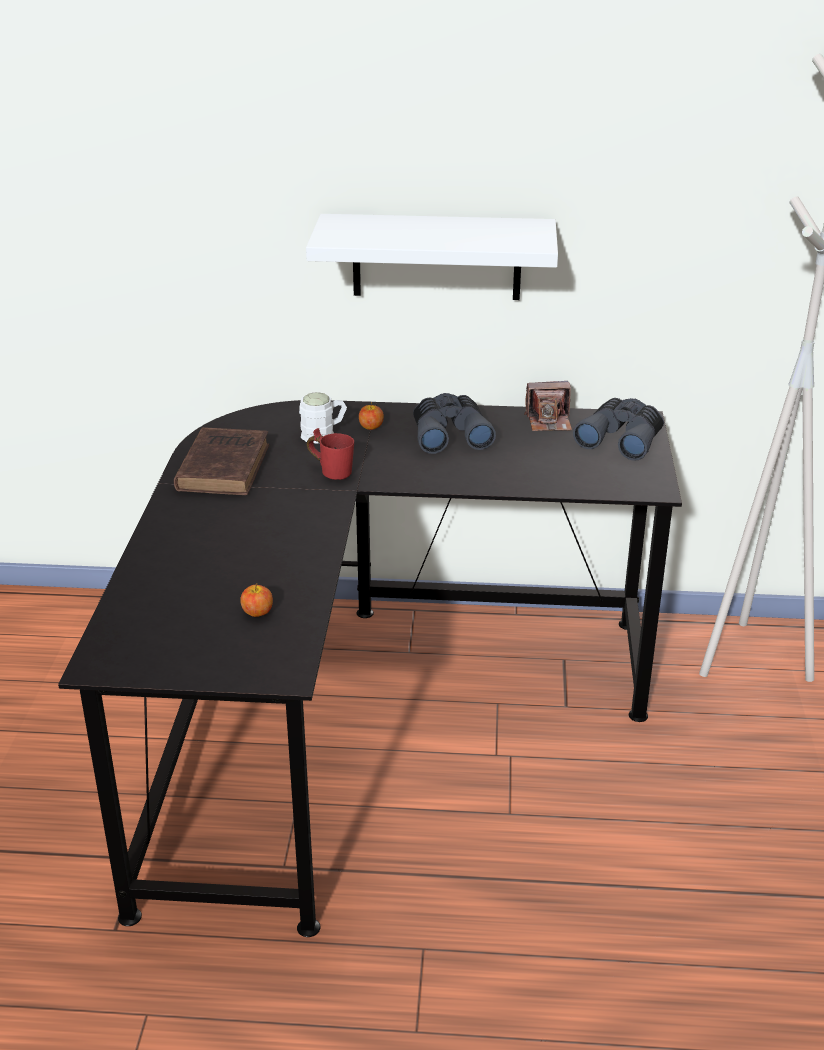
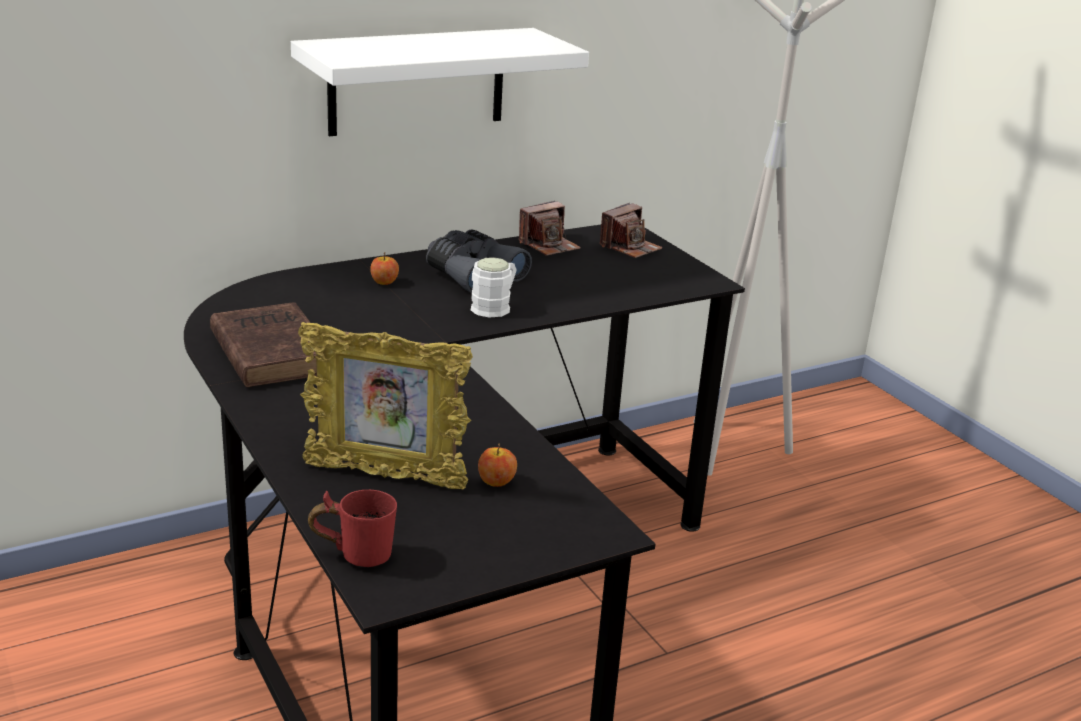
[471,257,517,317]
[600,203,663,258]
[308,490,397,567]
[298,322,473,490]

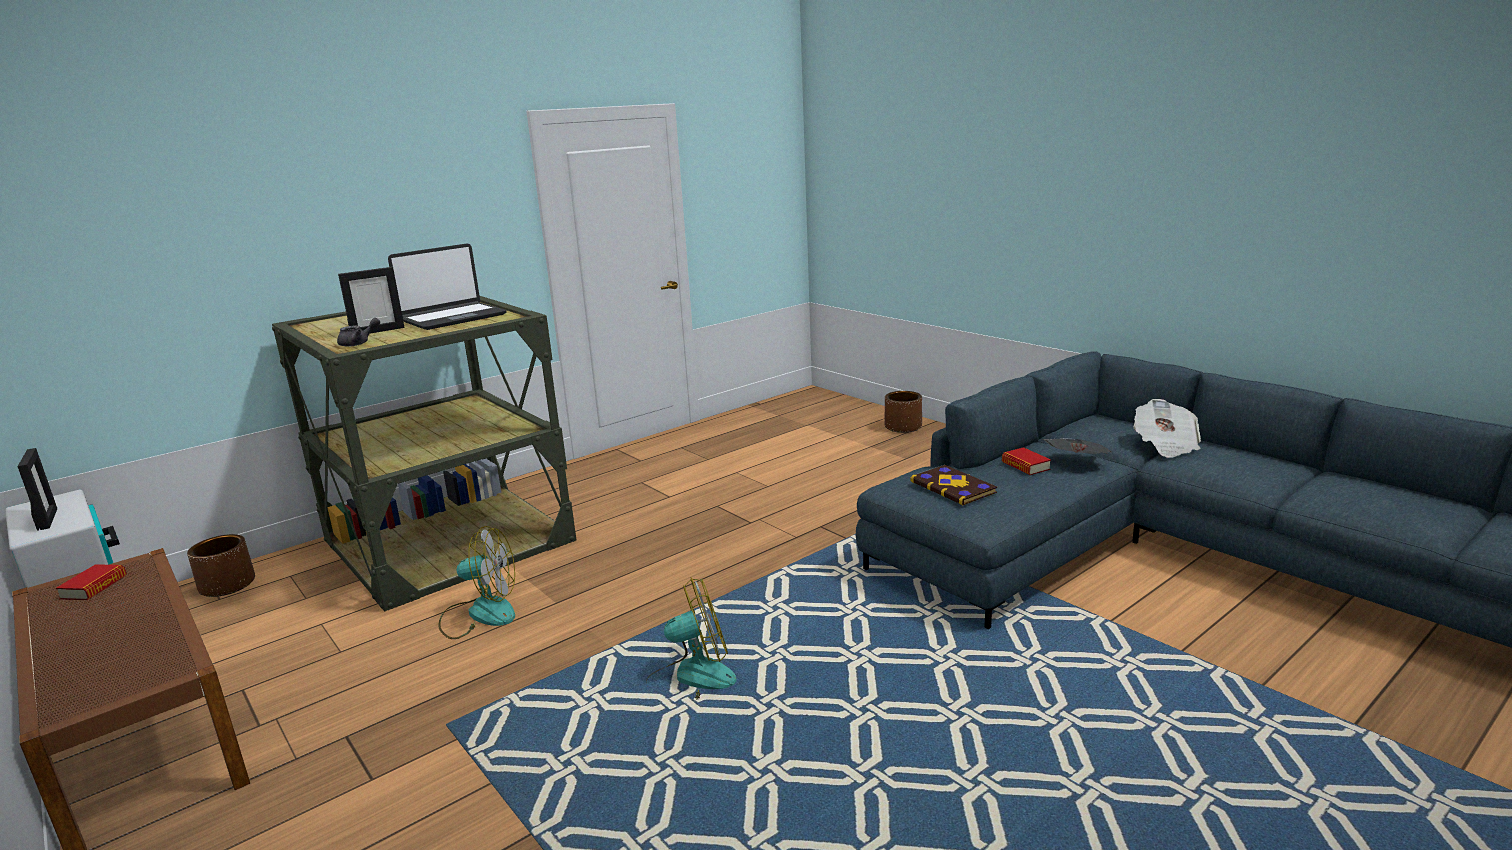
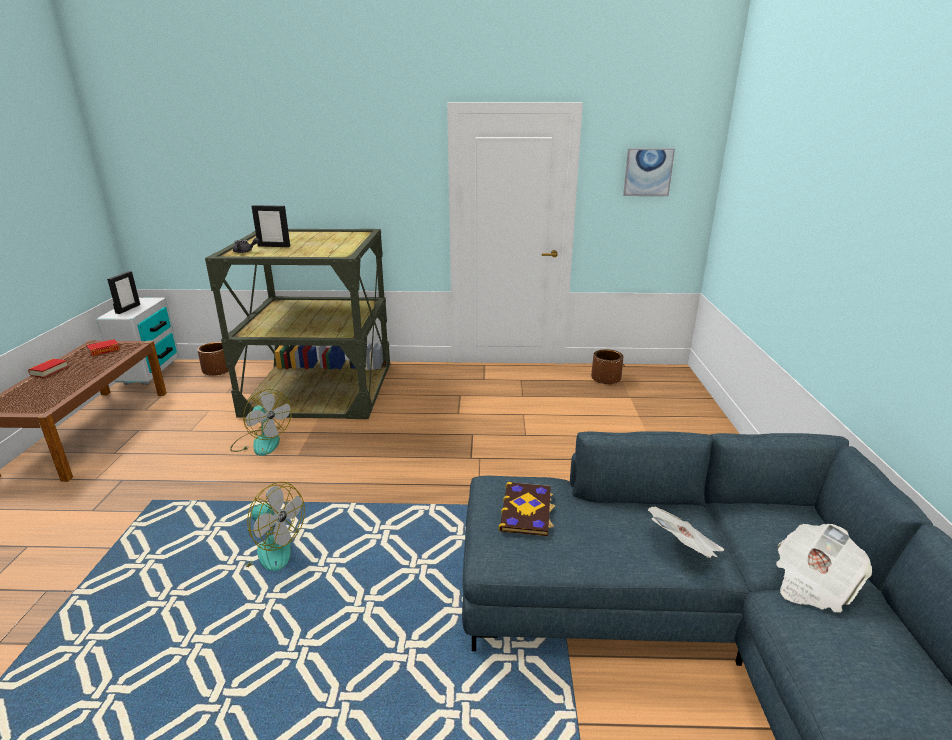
[388,243,507,330] (first image)
[591,349,624,384]
[28,359,69,378]
[623,148,675,196]

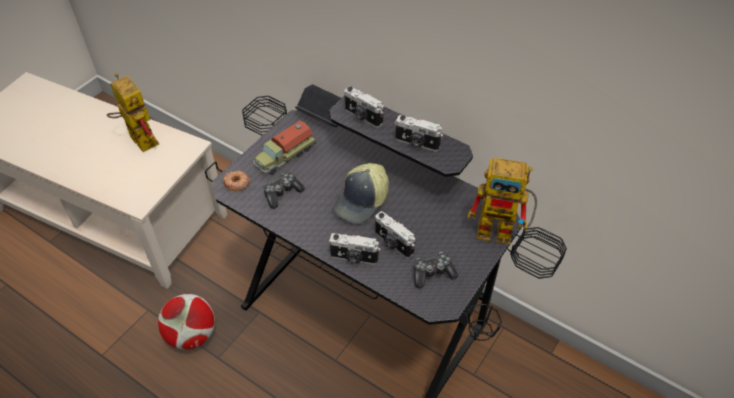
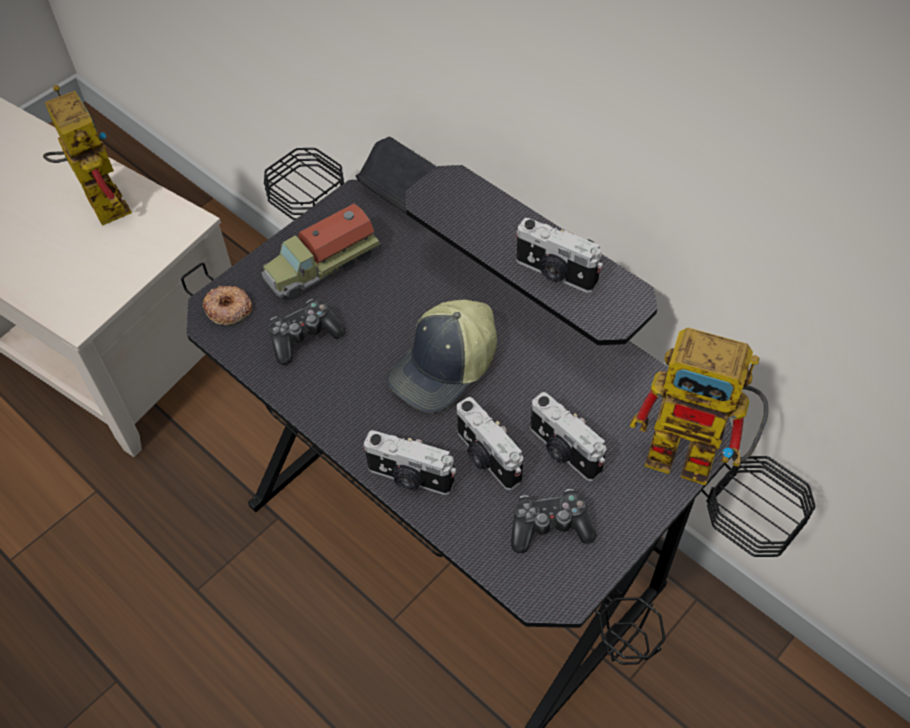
[530,392,607,481]
[158,294,215,350] (first image)

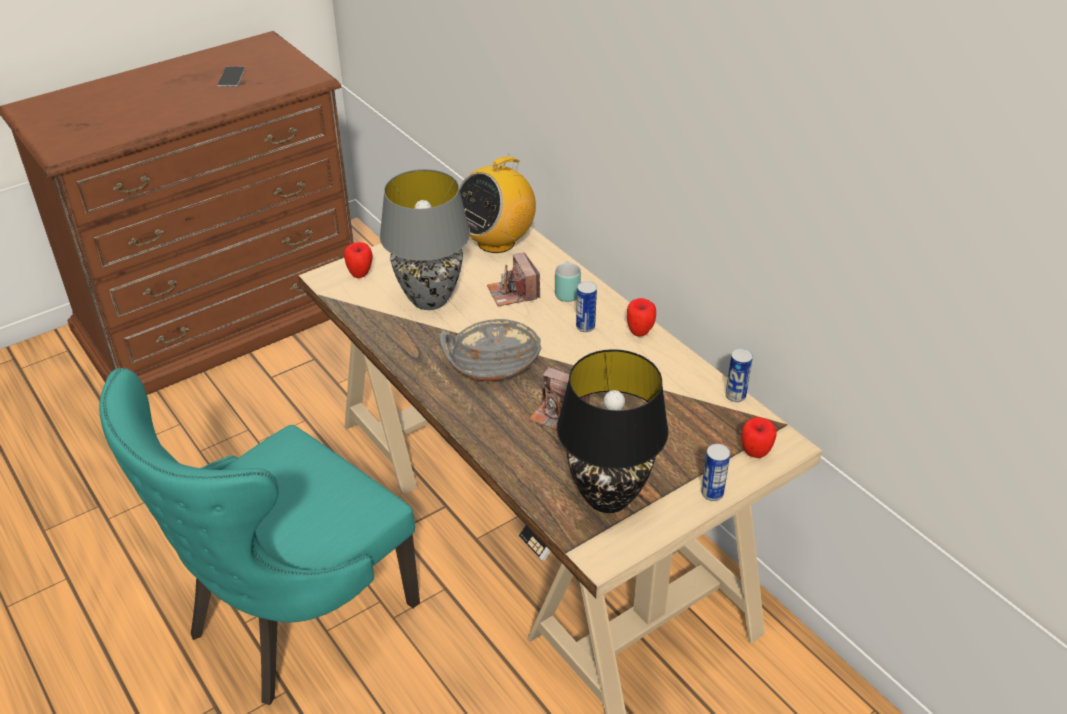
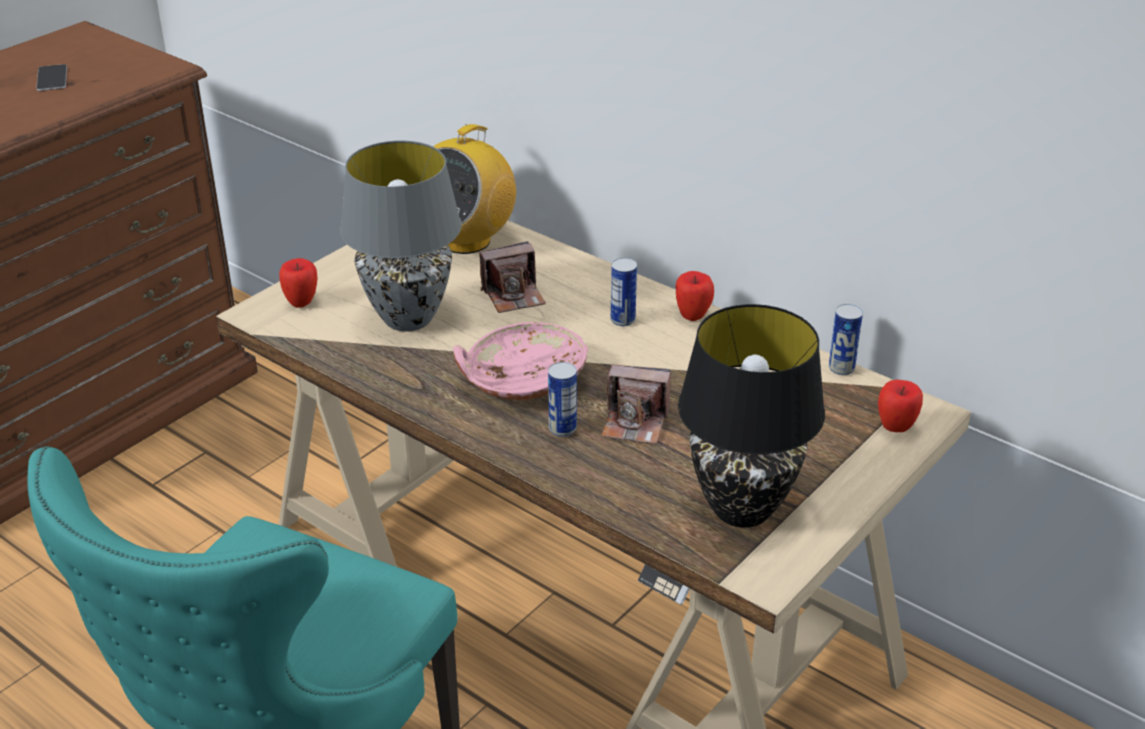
[479,241,546,313]
[555,262,581,302] (first image)
[453,322,588,400]
[548,362,577,437]

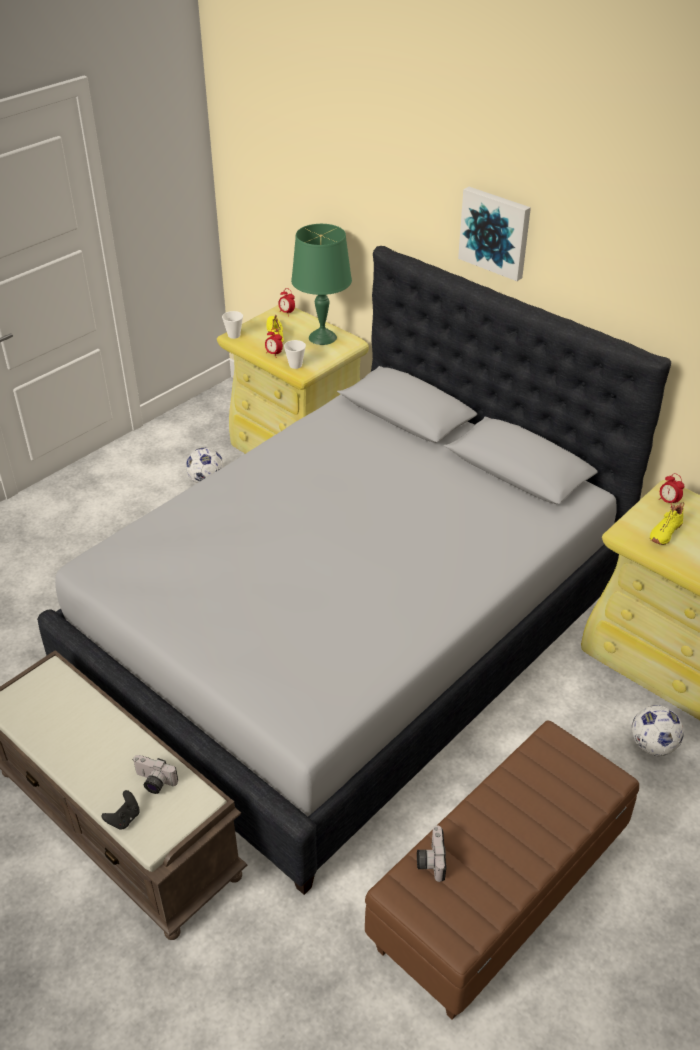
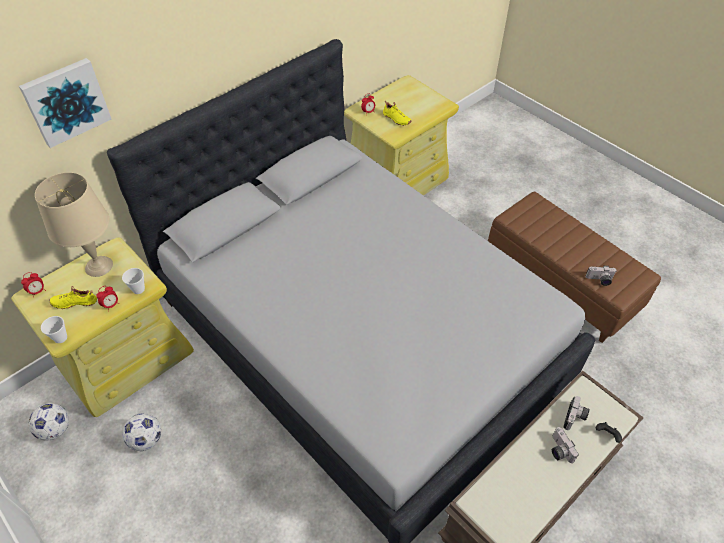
[19,58,112,148]
[35,172,113,277]
[29,403,69,440]
[552,427,579,463]

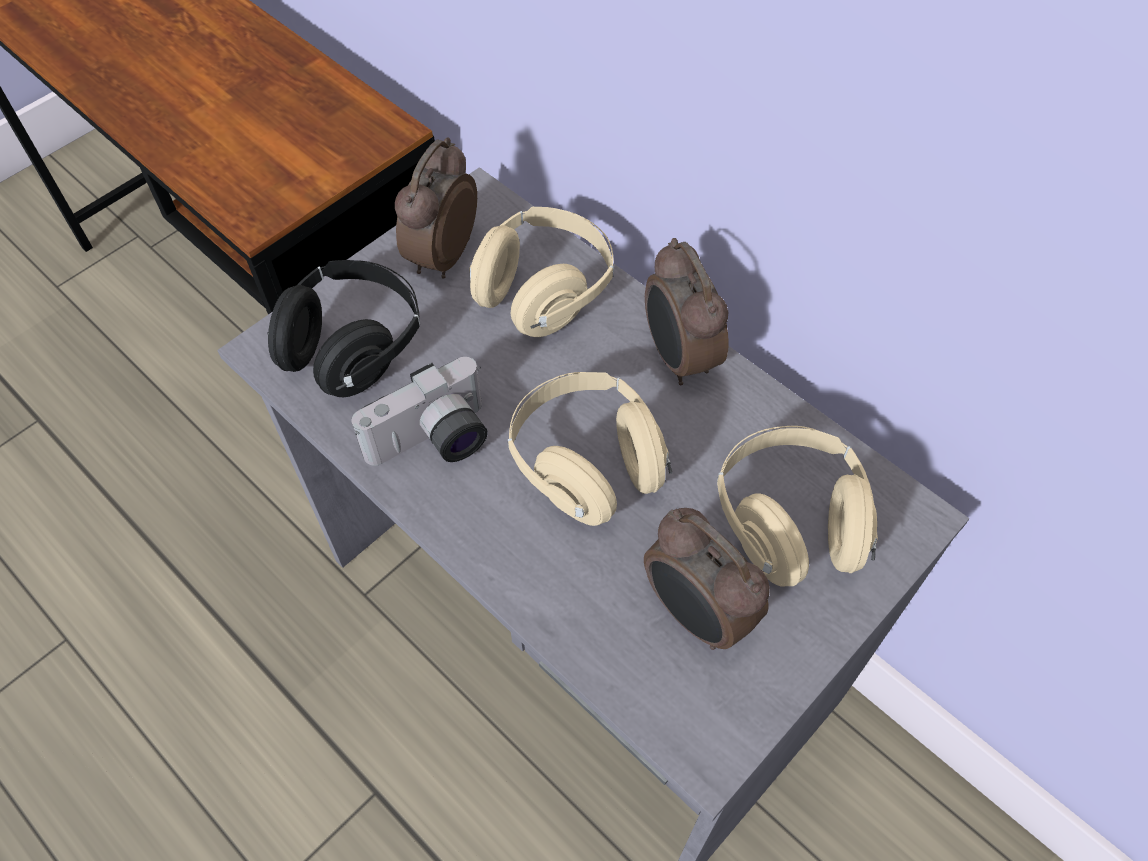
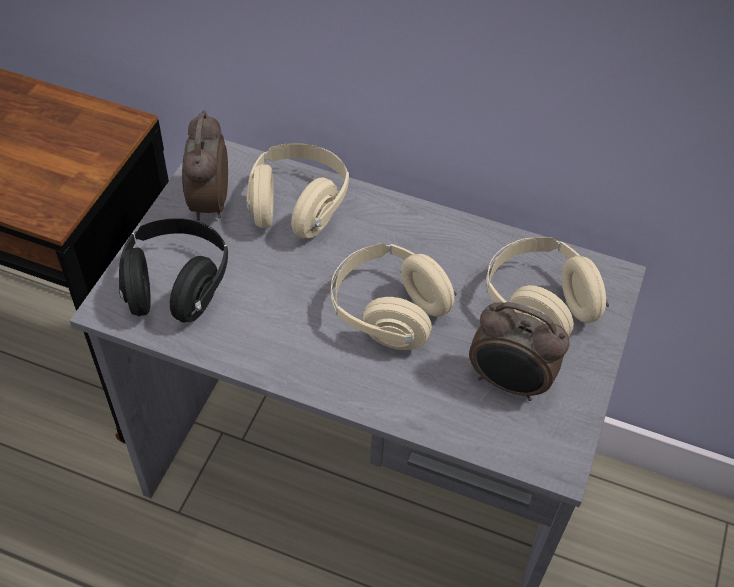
[645,238,729,385] (first image)
[351,357,488,466] (first image)

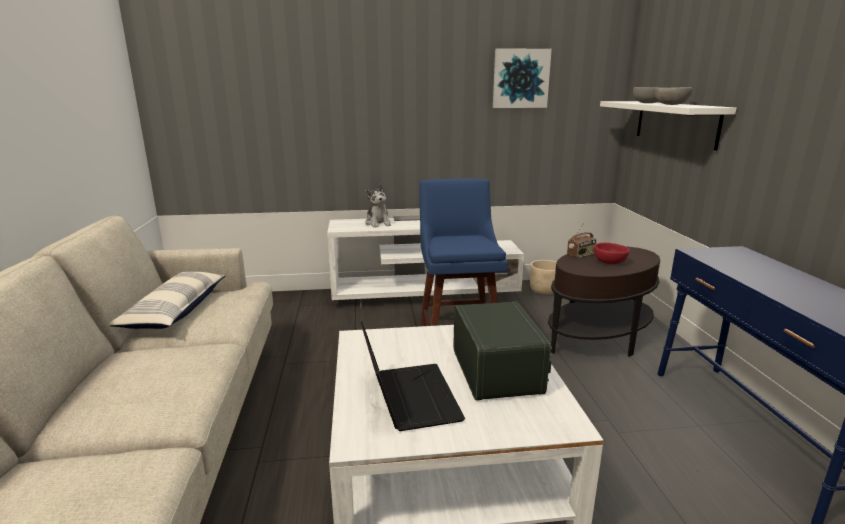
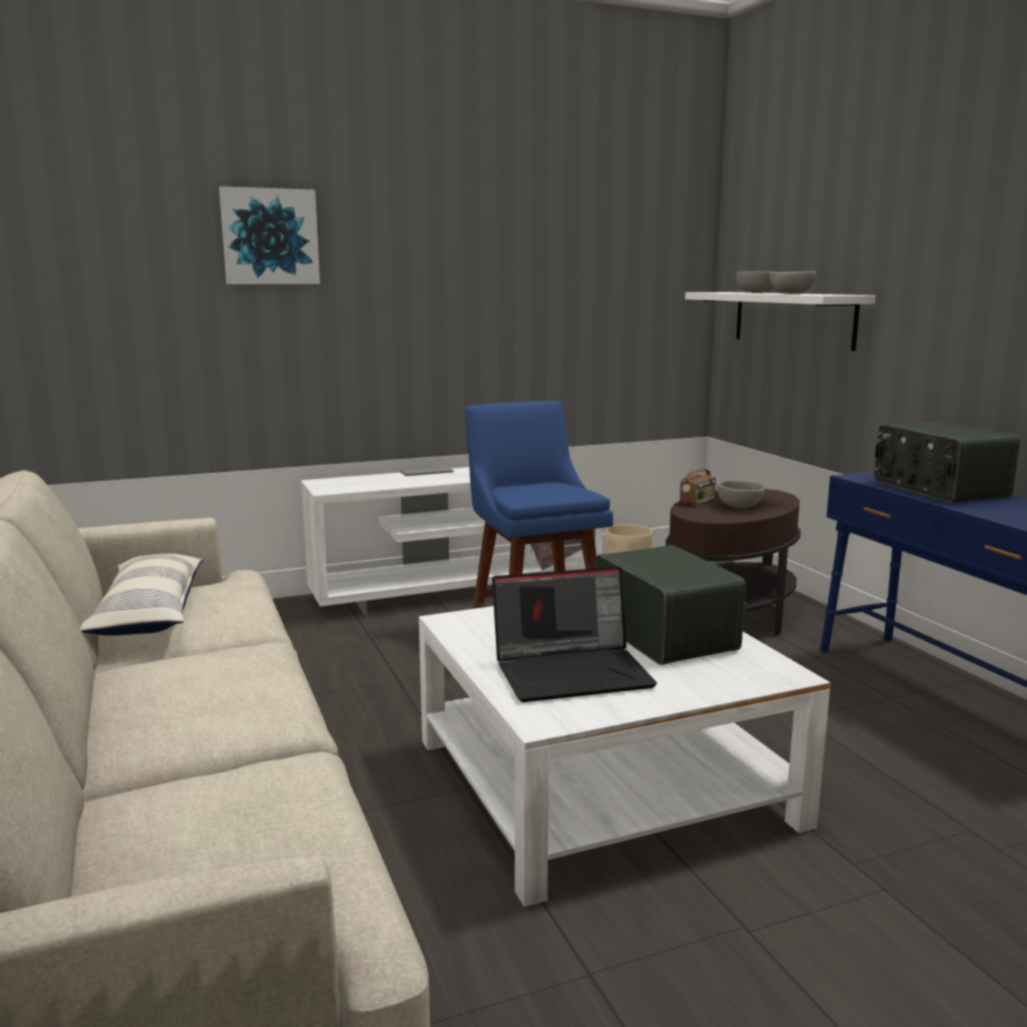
[219,186,320,284]
[365,184,391,228] (first image)
[717,481,765,508]
[492,567,657,702]
[874,420,1020,503]

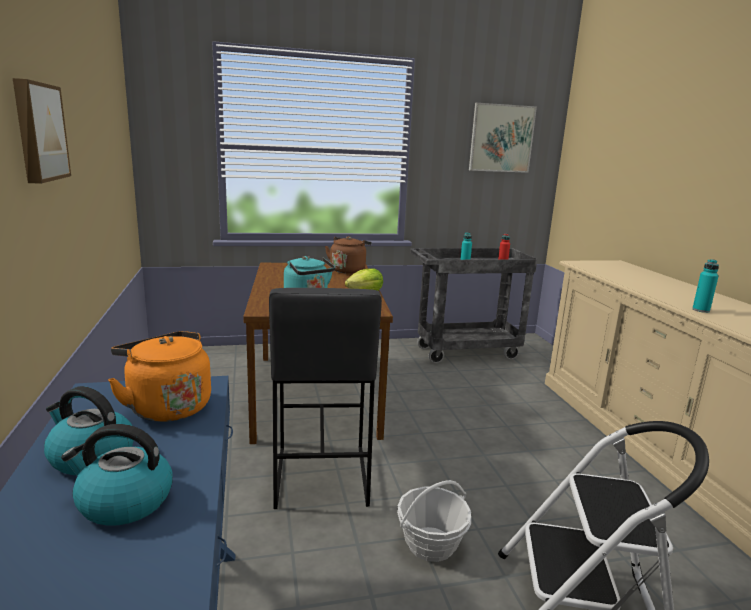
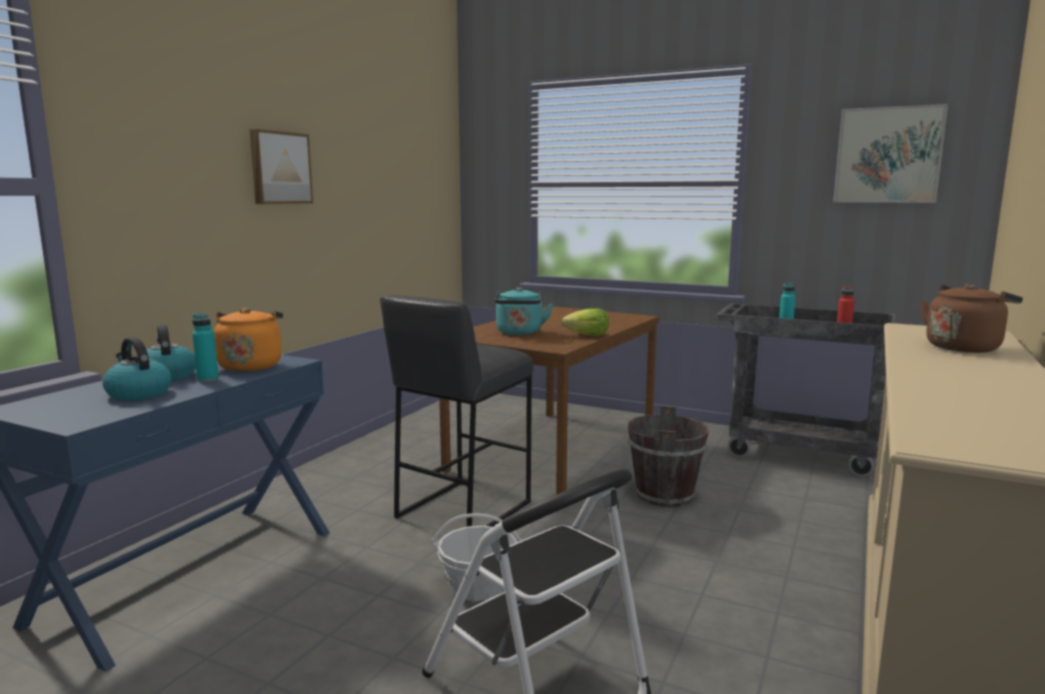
[920,284,1023,353]
[192,313,219,382]
[628,406,709,507]

